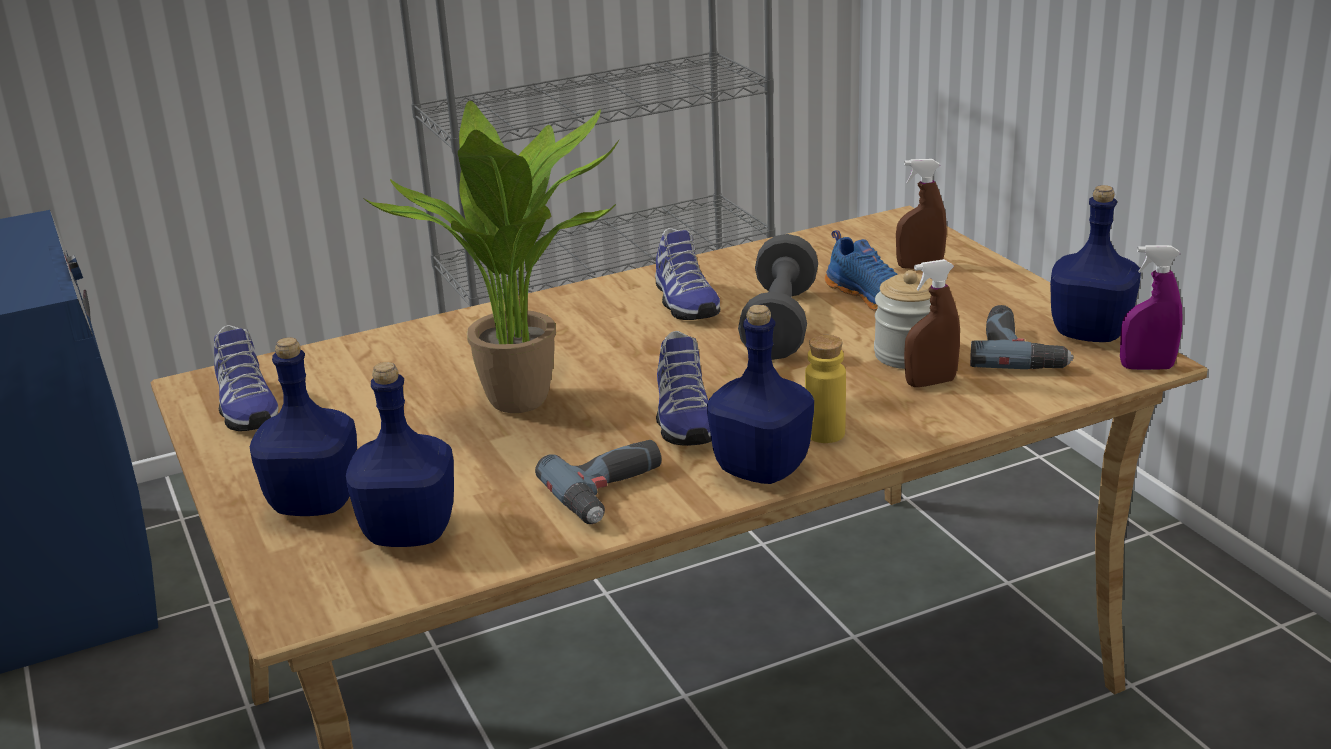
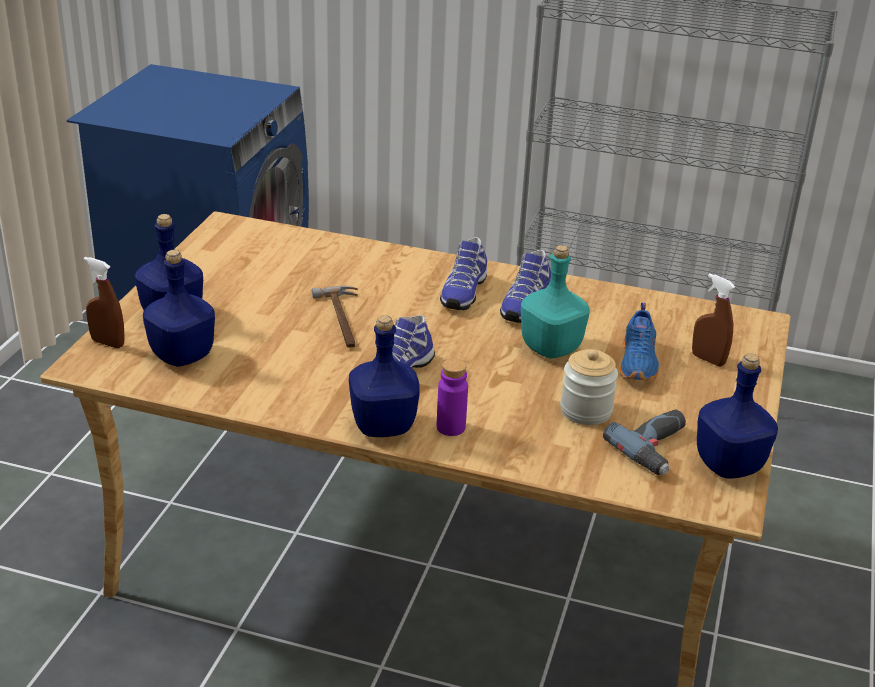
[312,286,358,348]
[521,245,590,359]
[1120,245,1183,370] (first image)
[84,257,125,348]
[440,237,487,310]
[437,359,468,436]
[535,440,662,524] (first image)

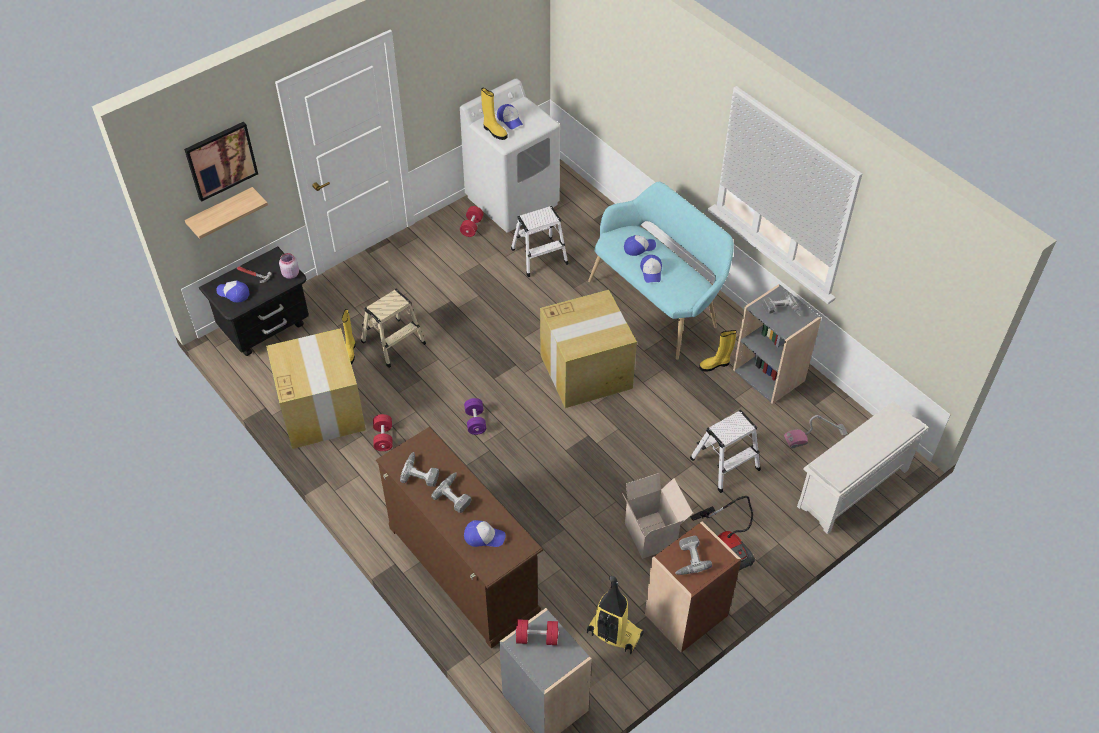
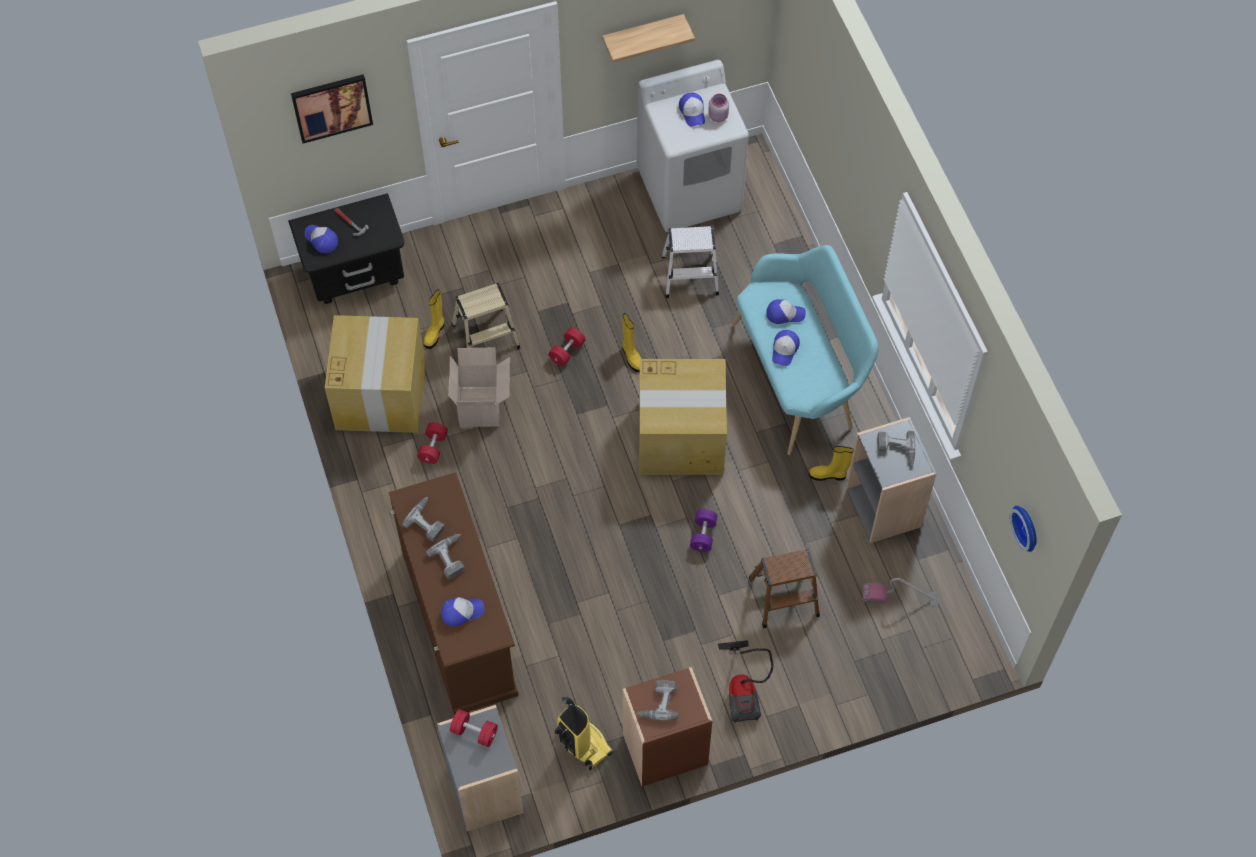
[622,313,641,372]
[602,14,695,63]
[548,327,586,366]
[708,94,729,122]
[690,509,717,552]
[797,401,929,534] (first image)
[749,548,820,628]
[449,348,510,427]
[441,597,484,627]
[1010,506,1037,552]

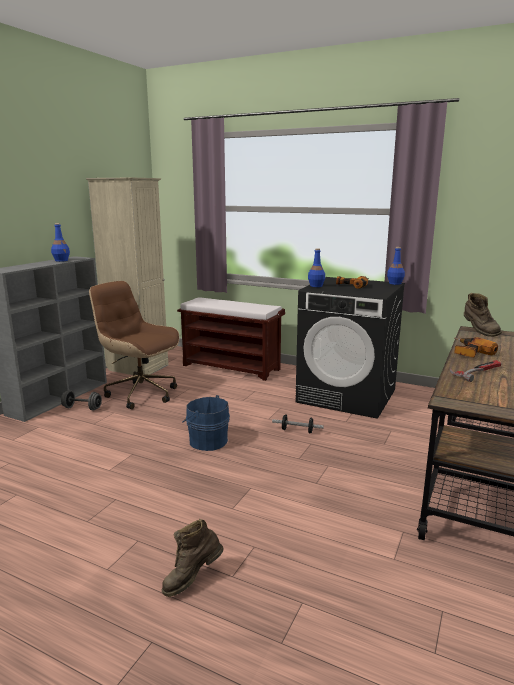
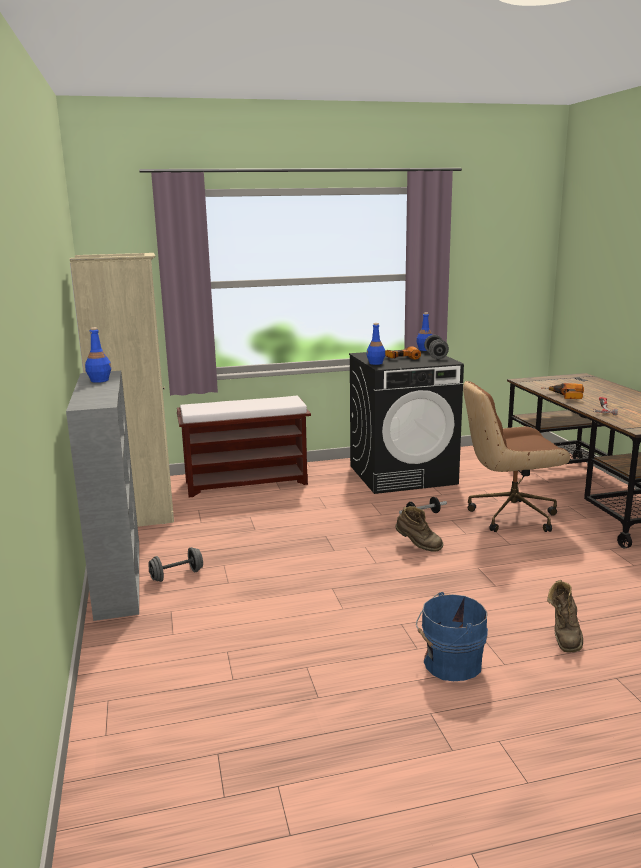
[463,381,570,532]
[396,506,443,552]
[416,592,488,681]
[424,335,449,359]

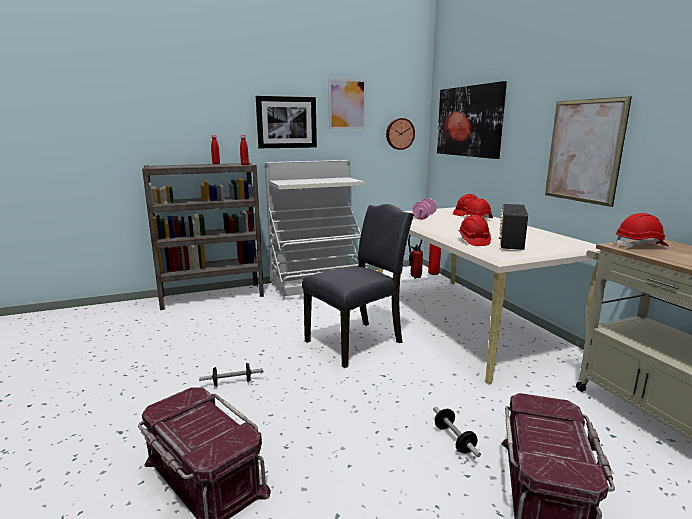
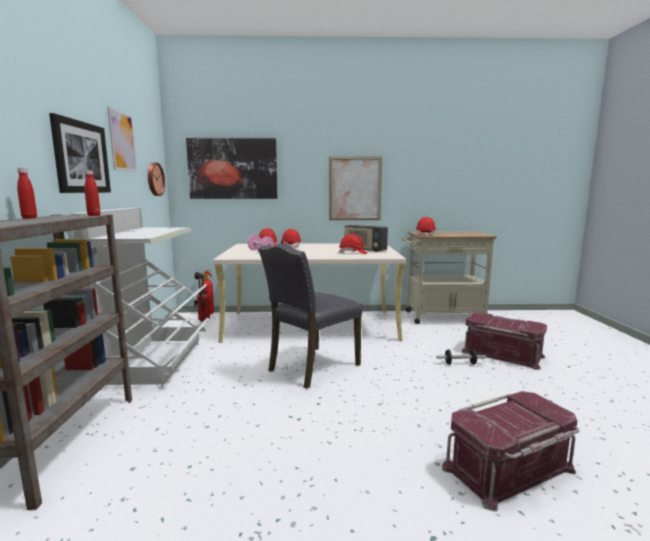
[258,243,363,389]
[199,363,263,387] (first image)

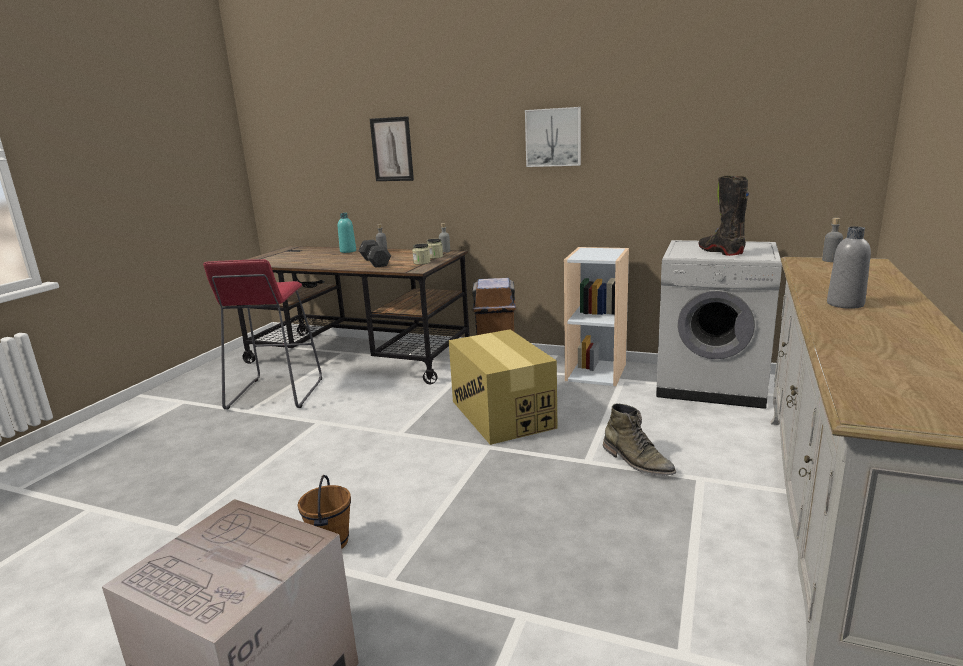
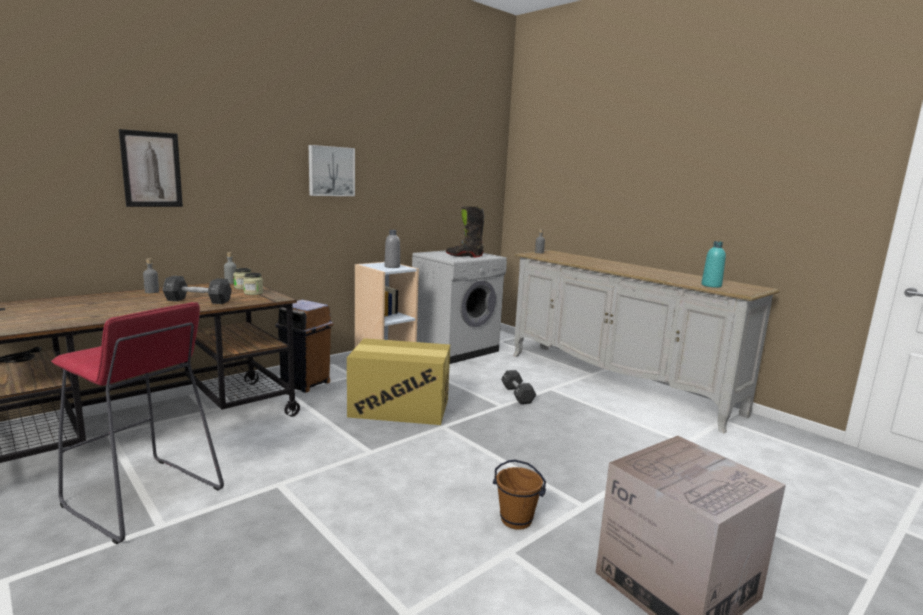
[701,241,726,288]
[384,230,400,268]
[501,370,536,404]

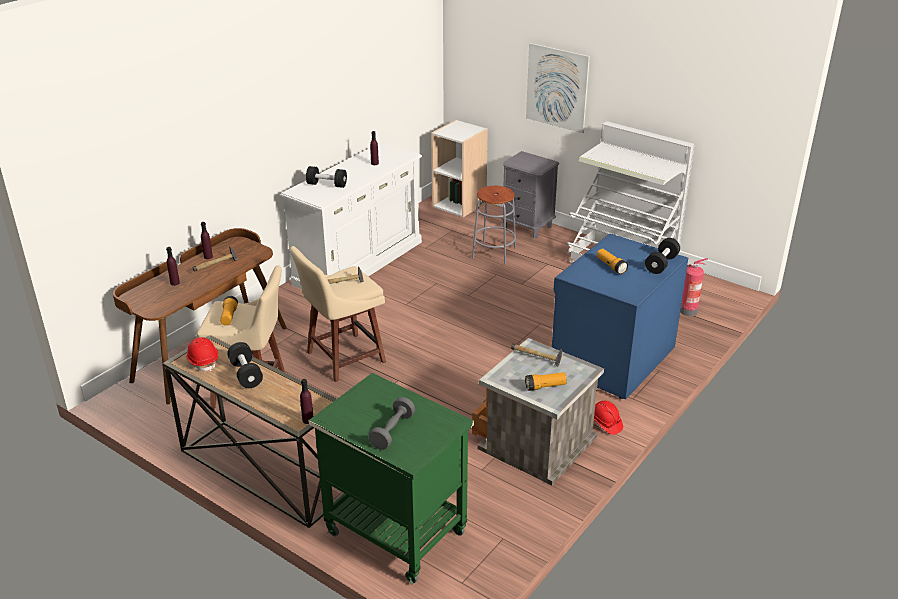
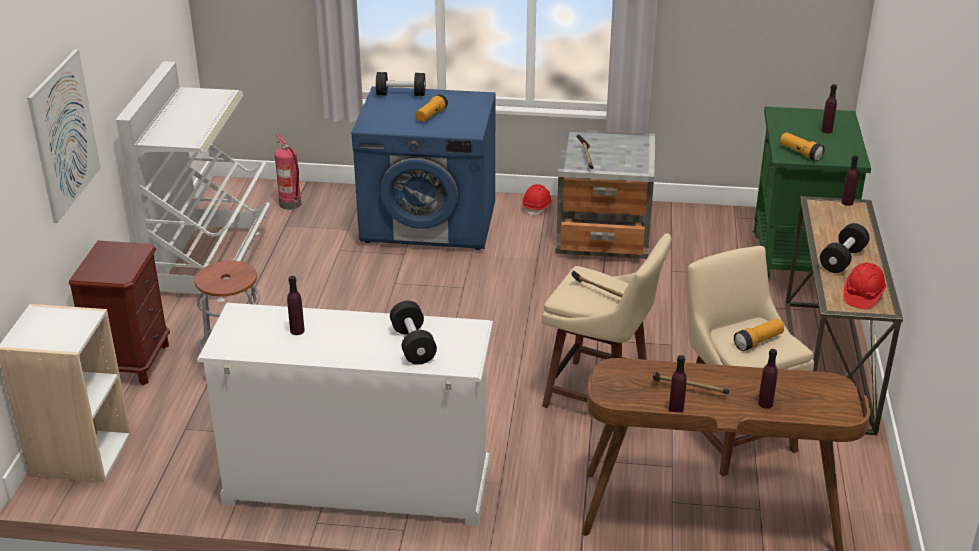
[69,241,170,385]
[780,132,825,161]
[821,84,837,133]

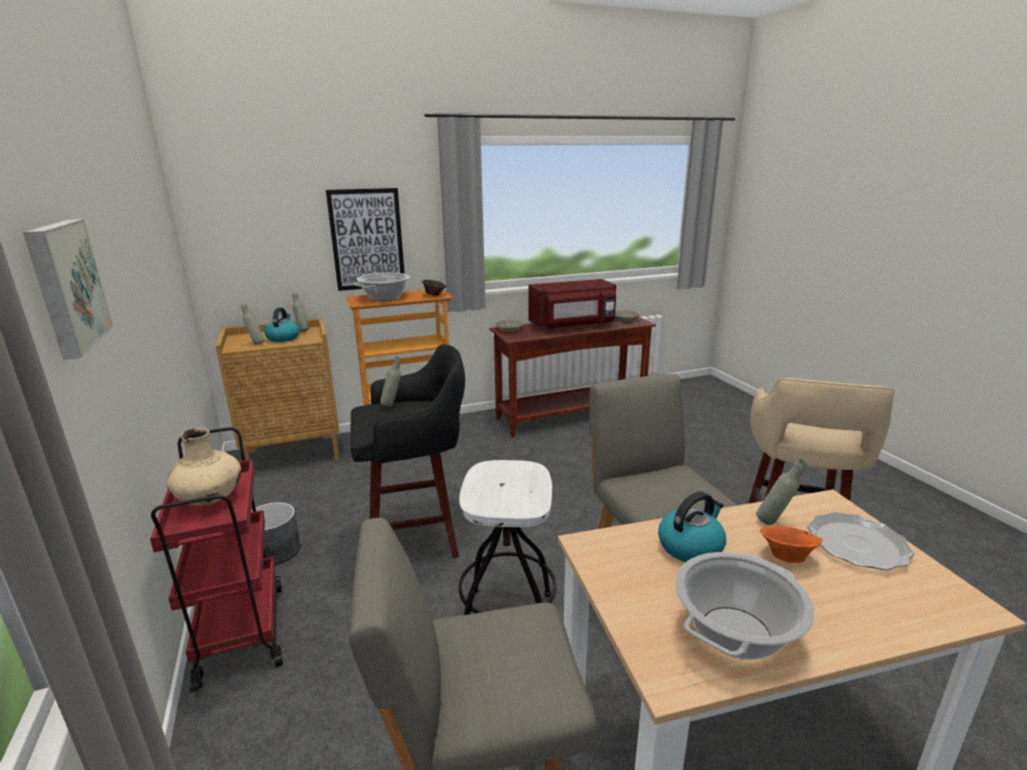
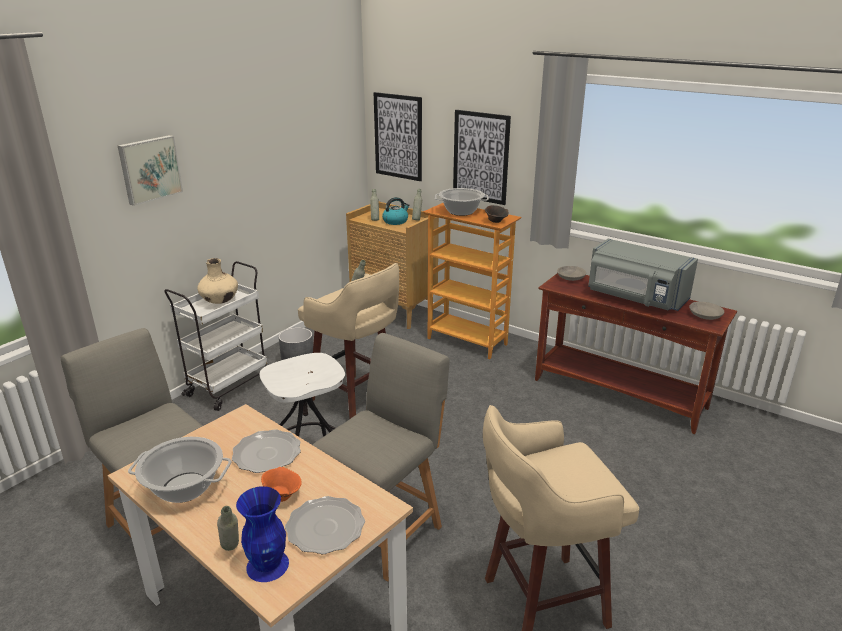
[588,239,698,311]
[298,263,399,419]
[164,261,267,411]
[217,506,239,551]
[232,429,301,473]
[374,92,422,181]
[236,486,289,582]

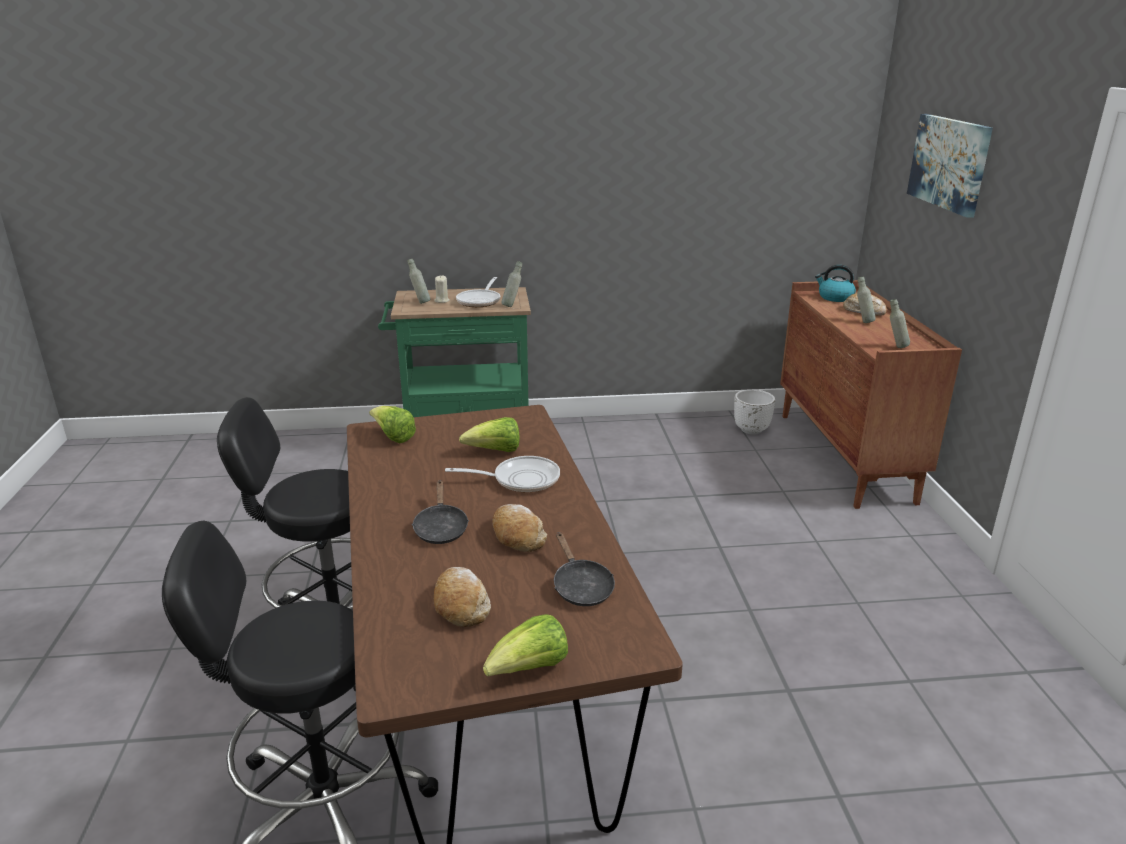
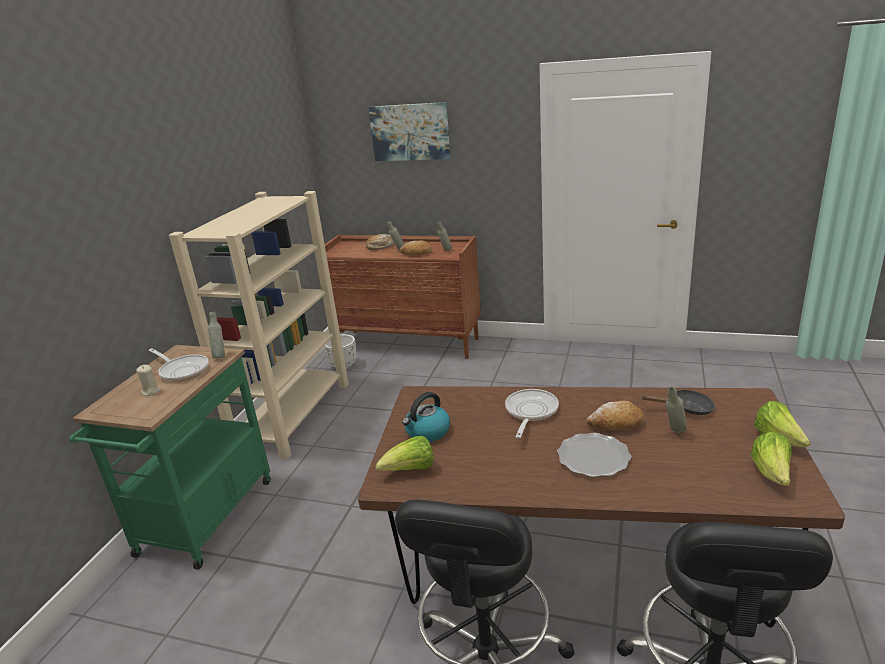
[666,387,687,433]
[402,392,450,442]
[751,432,792,486]
[557,433,632,477]
[399,240,432,255]
[169,191,349,460]

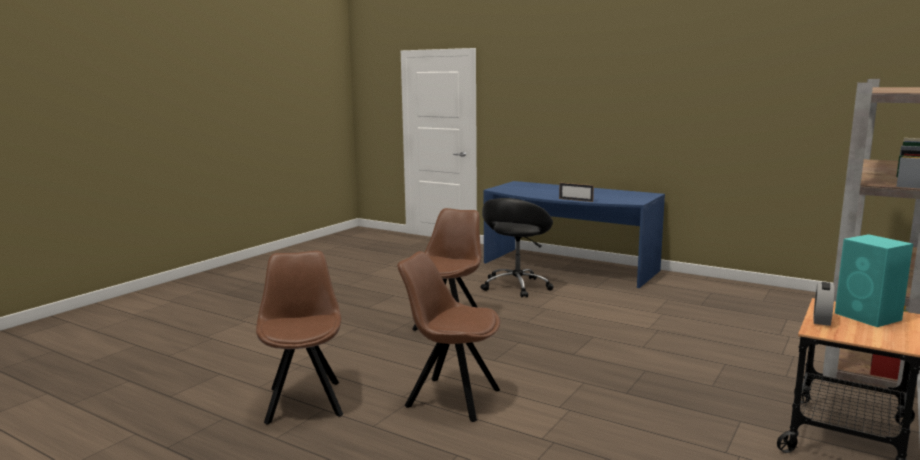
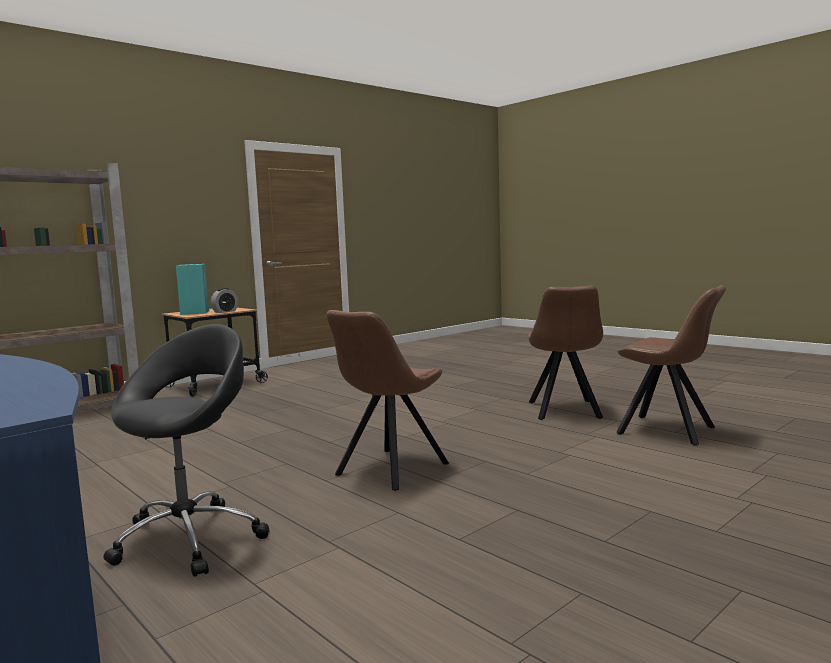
[559,183,594,202] (first image)
[616,285,726,446]

